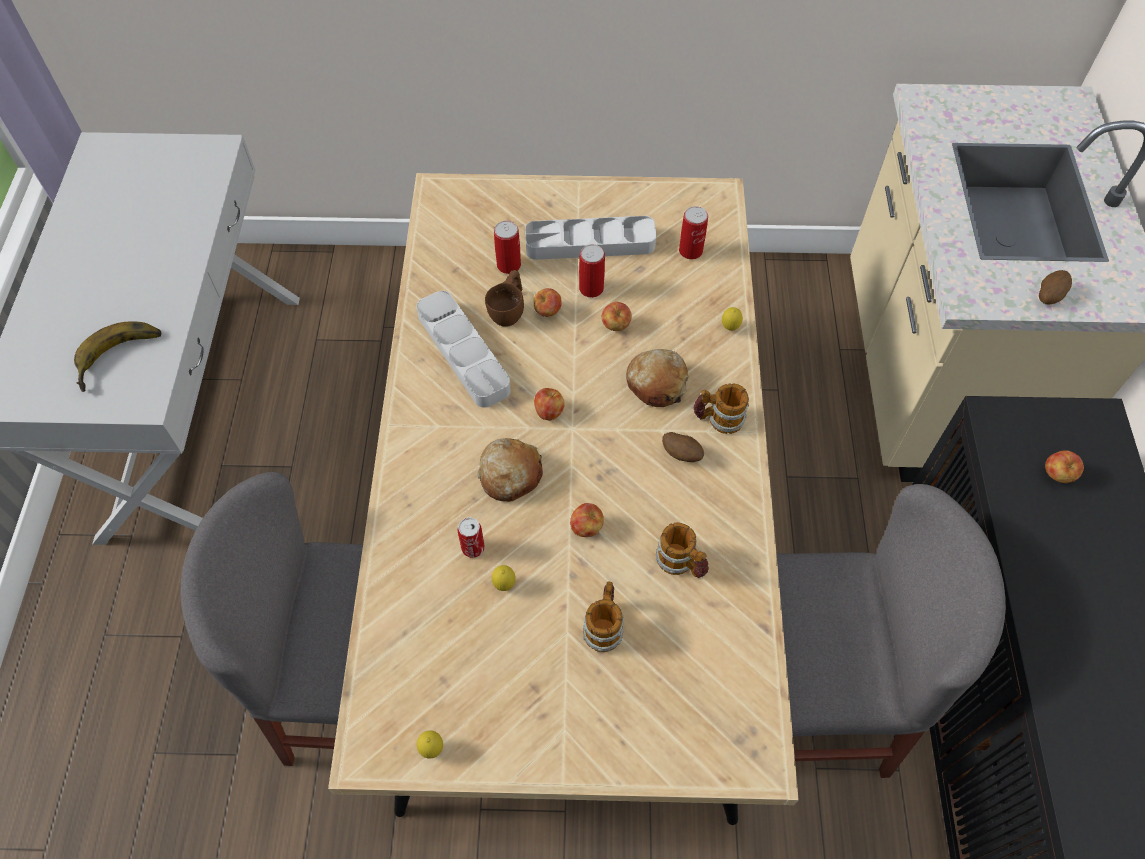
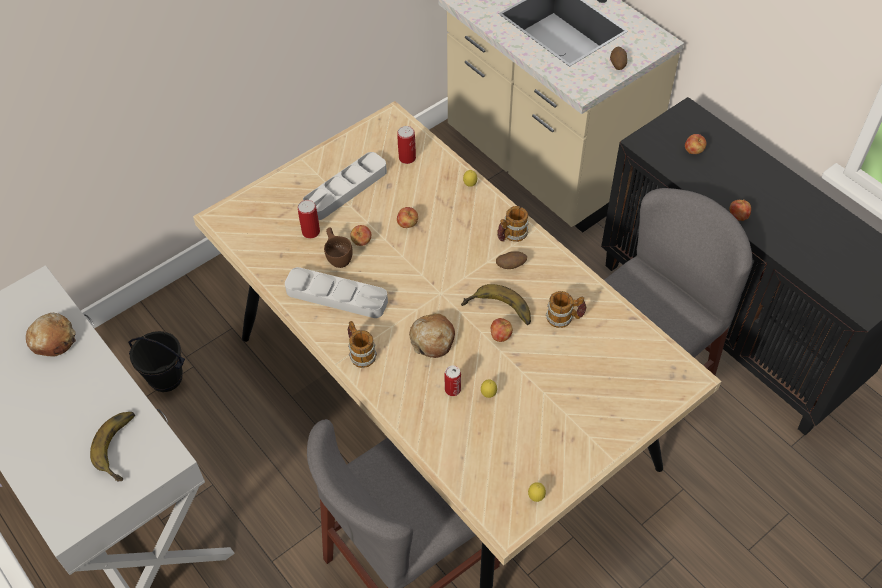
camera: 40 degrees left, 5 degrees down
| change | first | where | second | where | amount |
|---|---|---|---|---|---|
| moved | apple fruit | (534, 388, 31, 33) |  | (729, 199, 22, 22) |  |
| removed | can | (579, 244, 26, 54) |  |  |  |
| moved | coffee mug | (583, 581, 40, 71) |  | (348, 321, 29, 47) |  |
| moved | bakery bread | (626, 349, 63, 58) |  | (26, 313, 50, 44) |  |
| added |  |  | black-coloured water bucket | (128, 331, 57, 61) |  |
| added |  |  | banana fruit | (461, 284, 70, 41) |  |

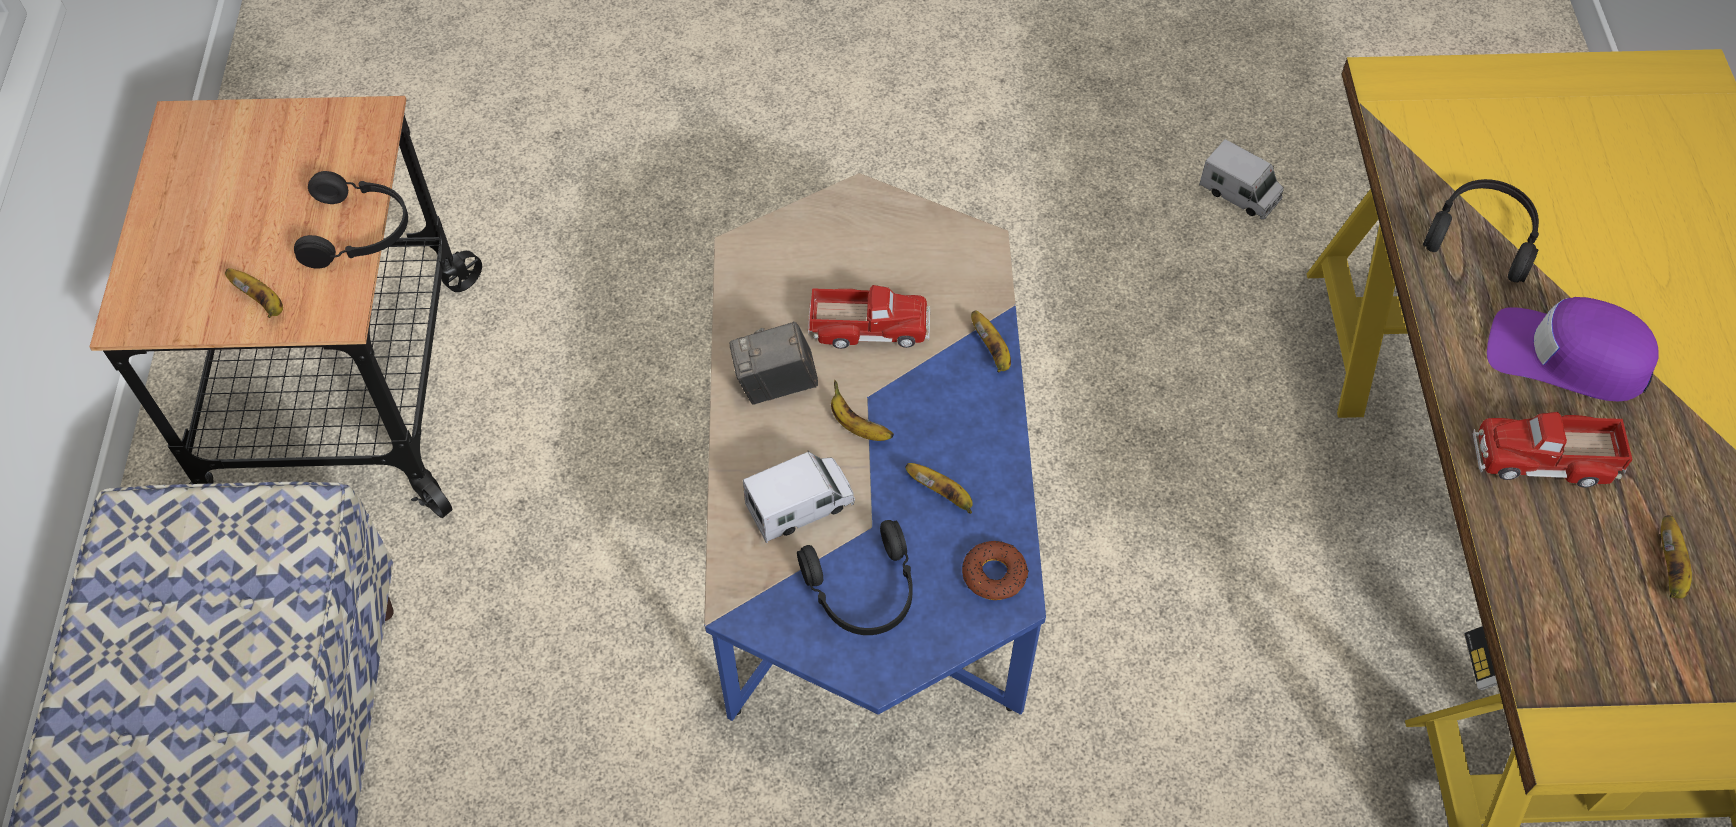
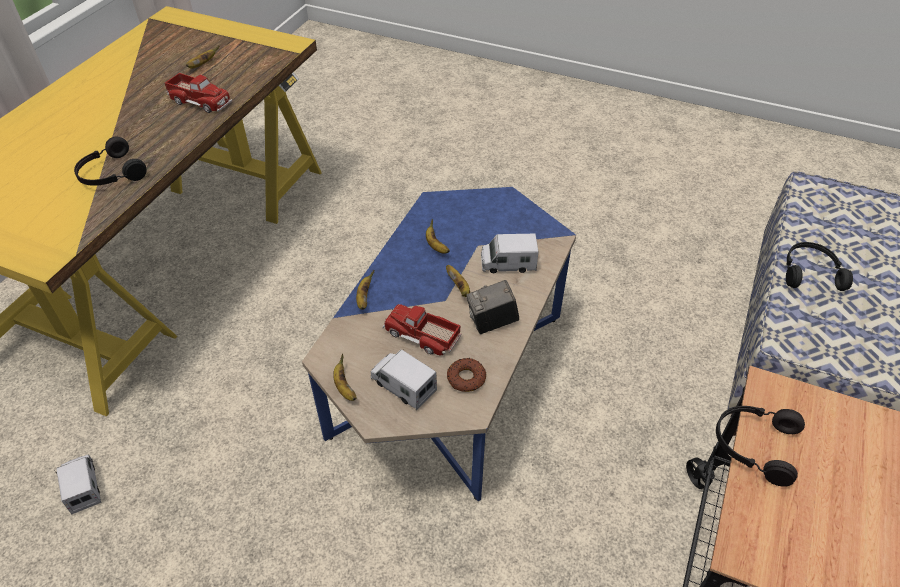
camera: 155 degrees left, 10 degrees down
| change | first | where | second | where | amount |
|---|---|---|---|---|---|
| moved | banana fruit | (225, 268, 58, 50) |  | (333, 354, 24, 47) |  |
| turned | photo camera | (730, 322, 88, 82) |  | (466, 280, 53, 54) | 150 degrees clockwise |
| moved | black-coloured headphones | (797, 520, 116, 115) |  | (786, 242, 67, 49) |  |
| moved | ring doughnut | (962, 541, 67, 59) |  | (447, 358, 39, 34) |  |
| removed | purple-coloured baseball cap | (1487, 297, 172, 105) |  |  |  |
| added |  |  | toy truck | (371, 349, 66, 61) |  |

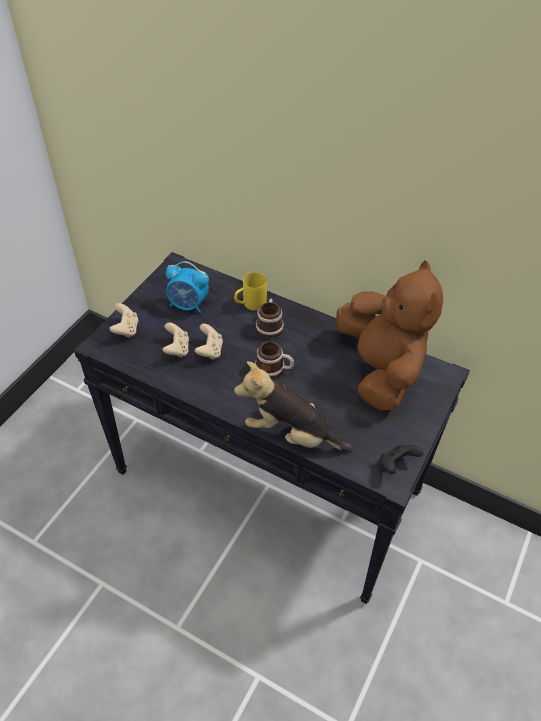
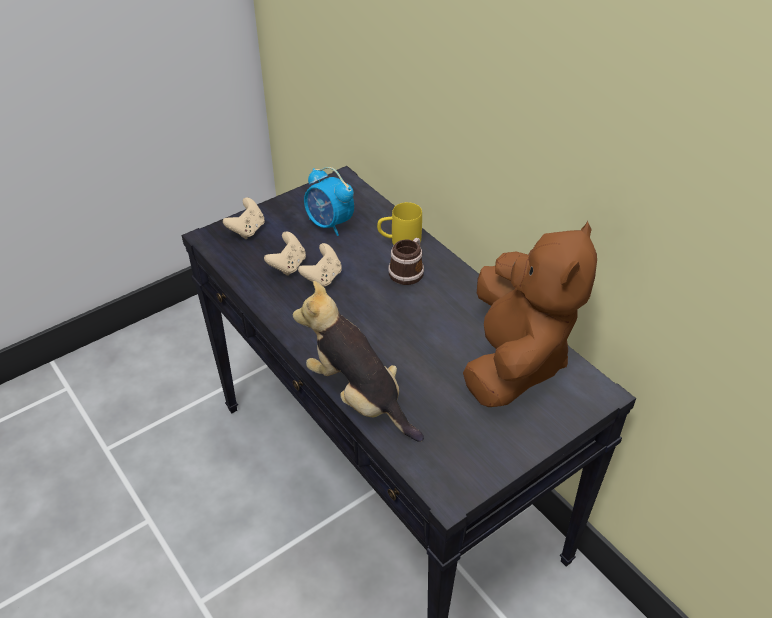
camera: 25 degrees right, 5 degrees down
| change | first | where | second | where | amount |
|---|---|---|---|---|---|
| removed | coffee mug | (255, 342, 39, 37) |  |  |  |
| removed | black-coloured joypad | (379, 445, 44, 29) |  |  |  |

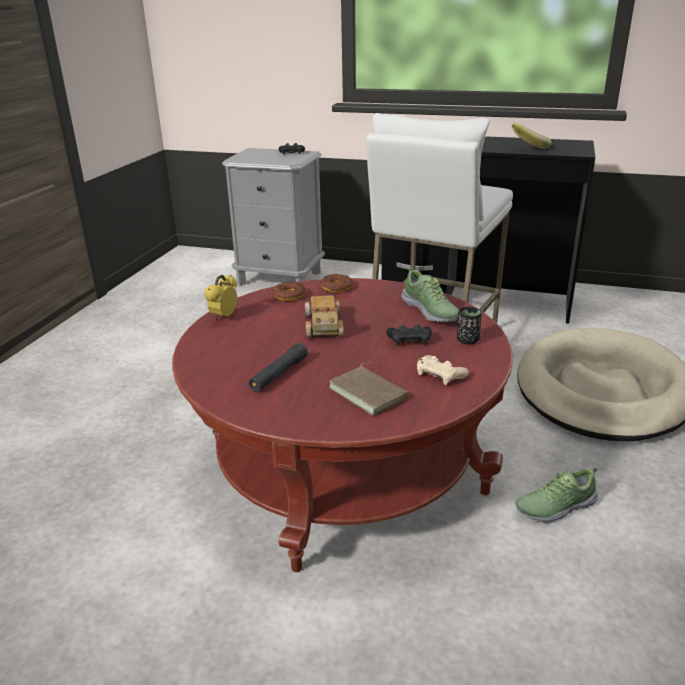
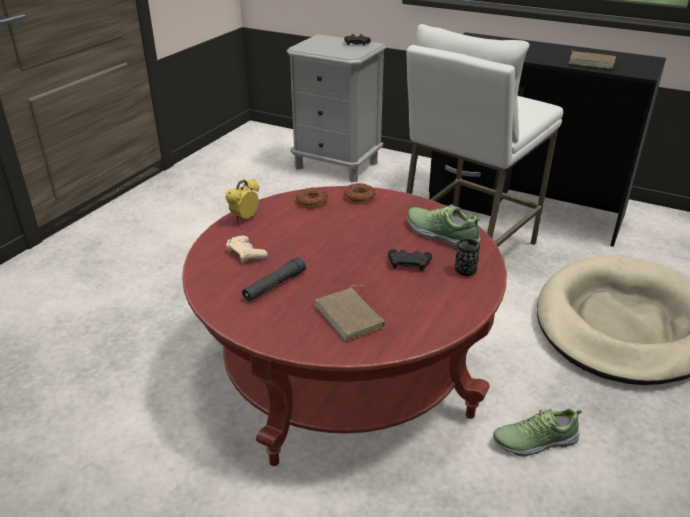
camera: 10 degrees right, 5 degrees up
| change | first | where | second | where | amount |
|---|---|---|---|---|---|
| removed | toy car | (304, 295, 40, 43) |  |  |  |
| turned | low shoe | (401, 267, 58, 55) |  | (408, 204, 73, 44) | 150 degrees clockwise |
| moved | sand-coloured joypad | (417, 355, 52, 30) |  | (226, 236, 42, 27) |  |
| replaced | banana fruit | (512, 123, 40, 26) | brown-coloured bound book | (568, 49, 48, 20) |  |

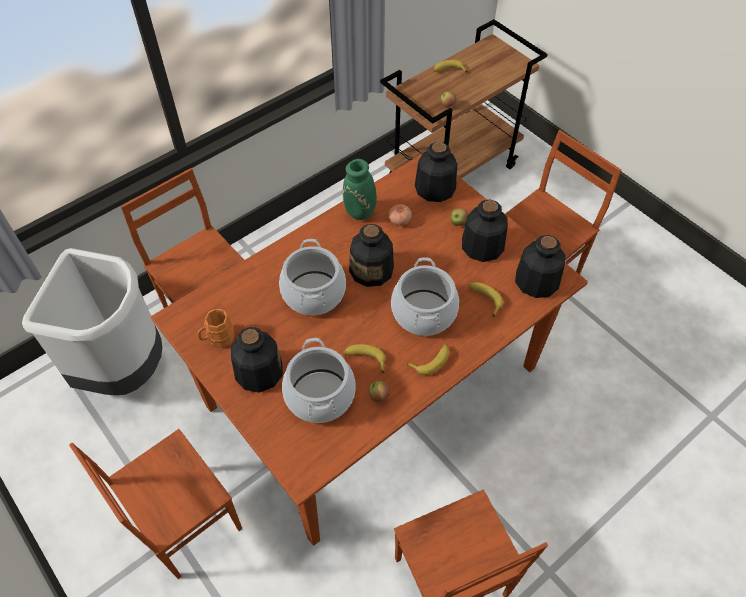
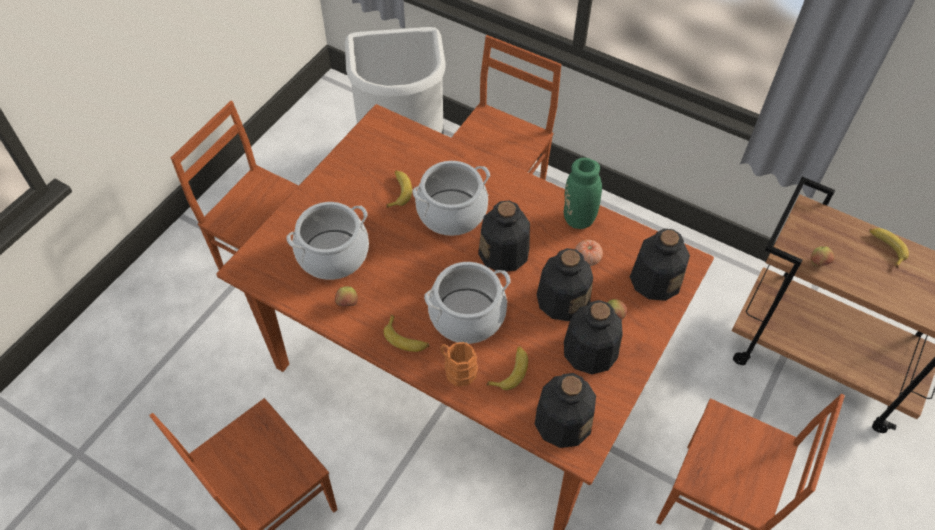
camera: 70 degrees right, 0 degrees up
| change | first | where | second | where | amount |
|---|---|---|---|---|---|
| moved | orange-coloured coffee mug | (198, 309, 37, 39) |  | (440, 342, 38, 44) |  |
| moved | beverage bottle | (231, 327, 52, 66) |  | (537, 248, 56, 73) |  |
| moved | banana fruit | (343, 344, 43, 29) |  | (386, 170, 26, 38) |  |

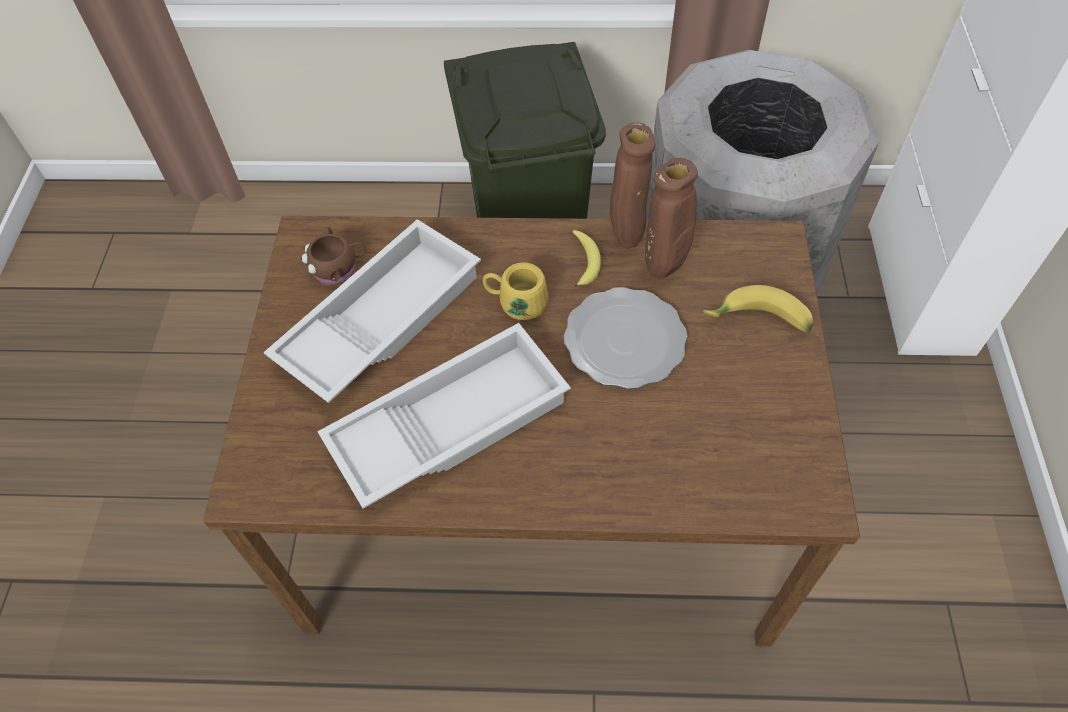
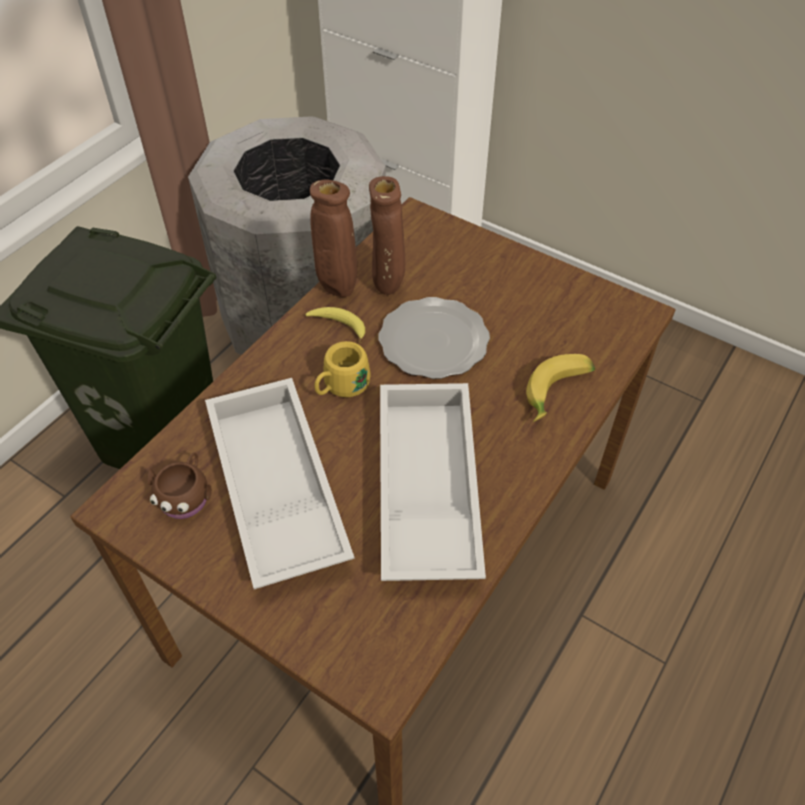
camera: 60 degrees left, 5 degrees down
| change | first | where | second | where | amount |
|---|---|---|---|---|---|
| moved | banana fruit | (703, 285, 110, 48) |  | (526, 354, 69, 68) |  |

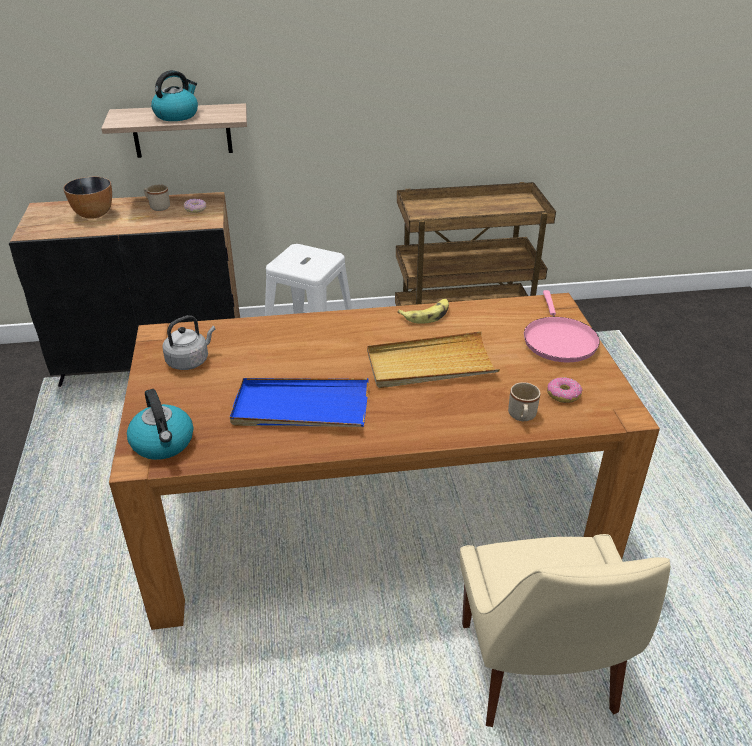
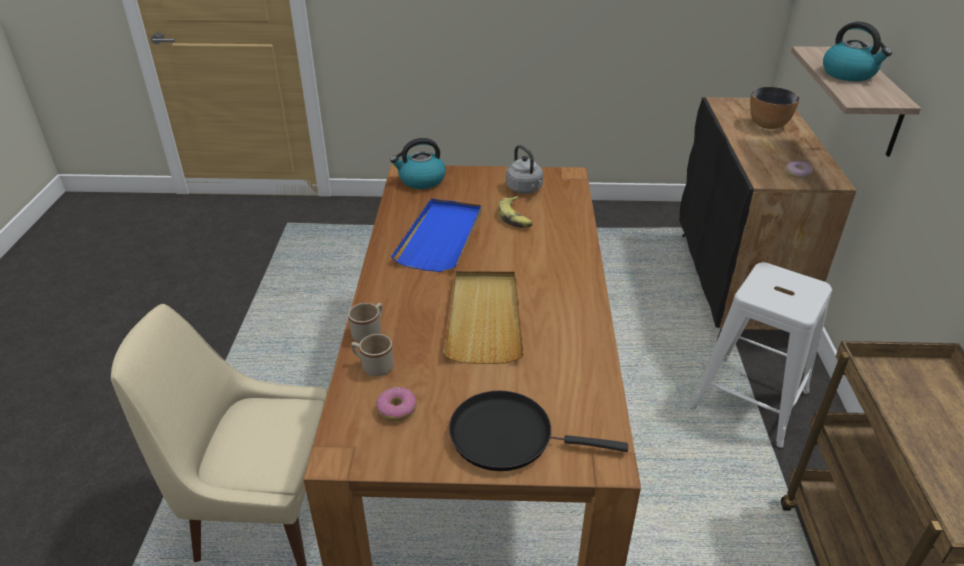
camera: 100 degrees right, 0 degrees up
| change | first | where | second | where | amount |
|---|---|---|---|---|---|
| moved | sand-coloured coffee mug | (144, 185, 26, 26) |  | (348, 303, 35, 40) |  |
| moved | banana fruit | (397, 299, 52, 25) |  | (498, 196, 35, 32) |  |
| recoloured | pink-coloured pan | (524, 290, 76, 73) | black-coloured pan | (449, 391, 179, 80) |  |

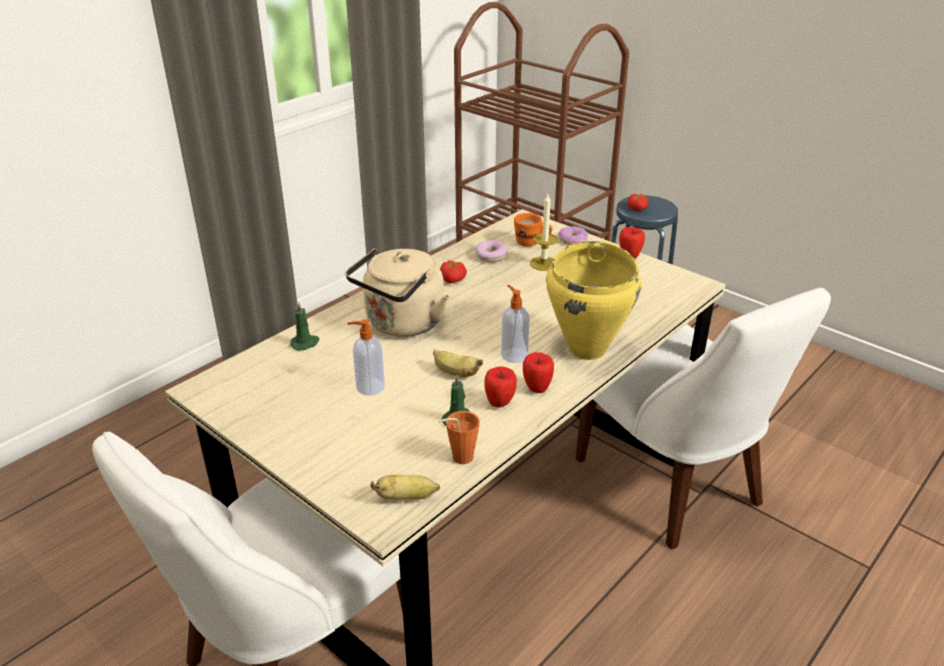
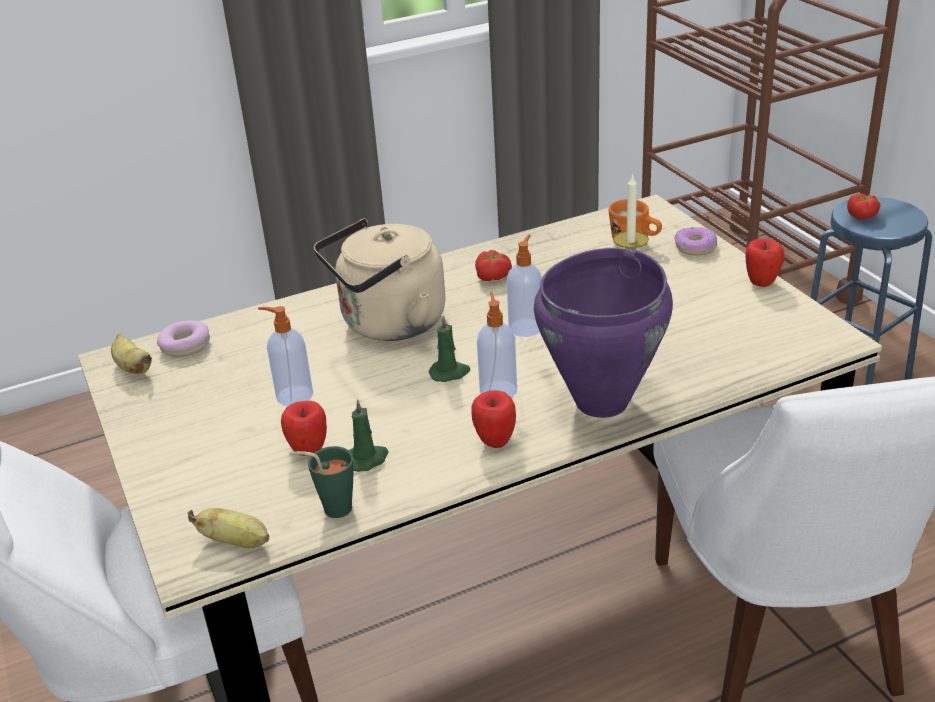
camera: 25 degrees right, 0 degrees up
| change | first | where | second | where | amount |
|---|---|---|---|---|---|
| moved | green wax candle | (290, 303, 30, 48) |  | (429, 315, 41, 67) |  |
| moved | banana fruit | (433, 349, 50, 28) |  | (111, 334, 41, 40) |  |
| recoloured | orange-coloured drinking cup | (438, 411, 42, 53) | green drinking cup | (290, 446, 64, 72) |  |
| moved | ring doughnut | (475, 240, 33, 22) |  | (157, 320, 53, 37) |  |
| moved | apple fruit | (484, 366, 33, 41) |  | (281, 401, 46, 55) |  |
| recoloured | yellowish stockpot | (546, 241, 96, 119) | purple-coloured stockpot | (534, 248, 139, 170) |  |
| added |  |  | liquid soap bottle | (507, 234, 35, 103) |  |

